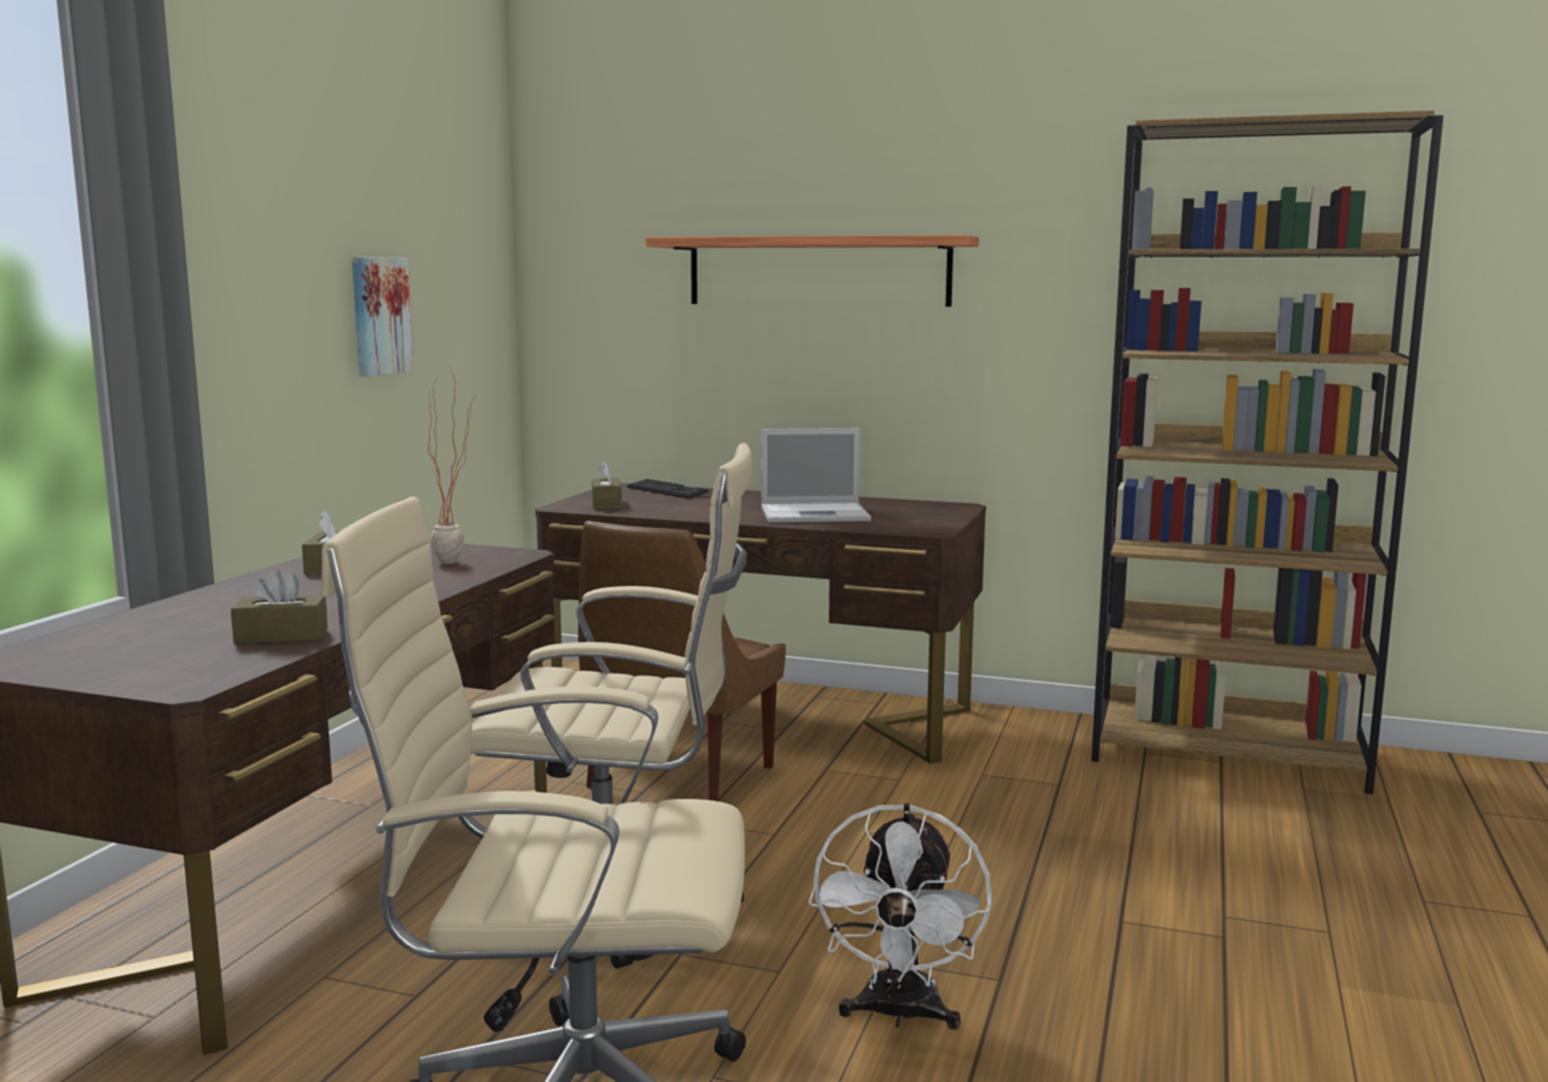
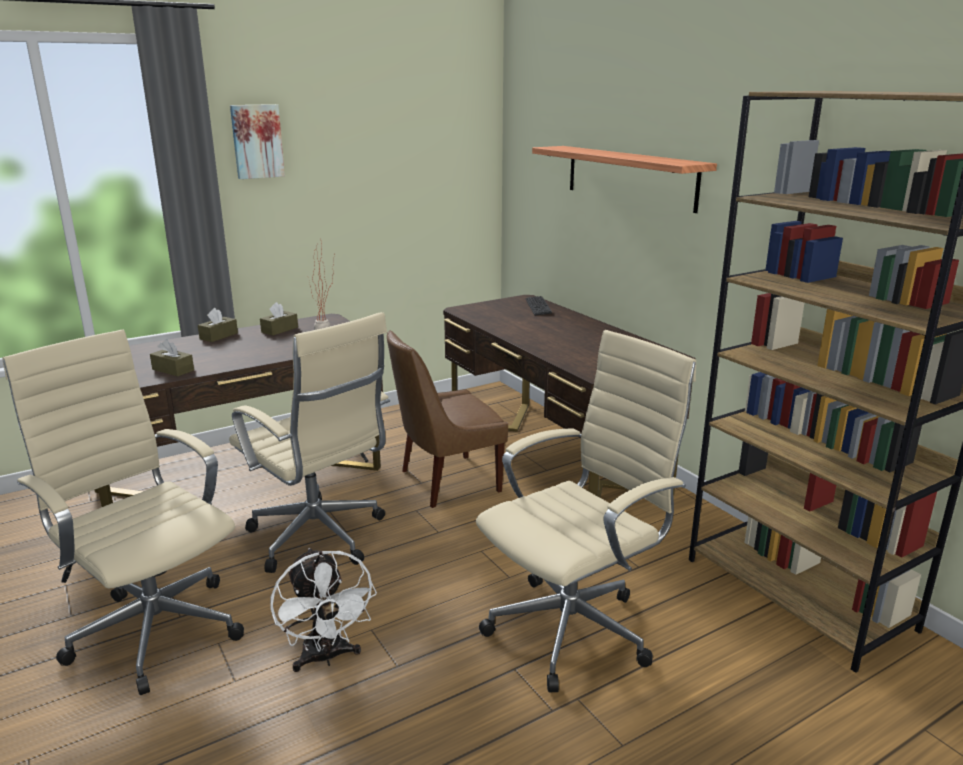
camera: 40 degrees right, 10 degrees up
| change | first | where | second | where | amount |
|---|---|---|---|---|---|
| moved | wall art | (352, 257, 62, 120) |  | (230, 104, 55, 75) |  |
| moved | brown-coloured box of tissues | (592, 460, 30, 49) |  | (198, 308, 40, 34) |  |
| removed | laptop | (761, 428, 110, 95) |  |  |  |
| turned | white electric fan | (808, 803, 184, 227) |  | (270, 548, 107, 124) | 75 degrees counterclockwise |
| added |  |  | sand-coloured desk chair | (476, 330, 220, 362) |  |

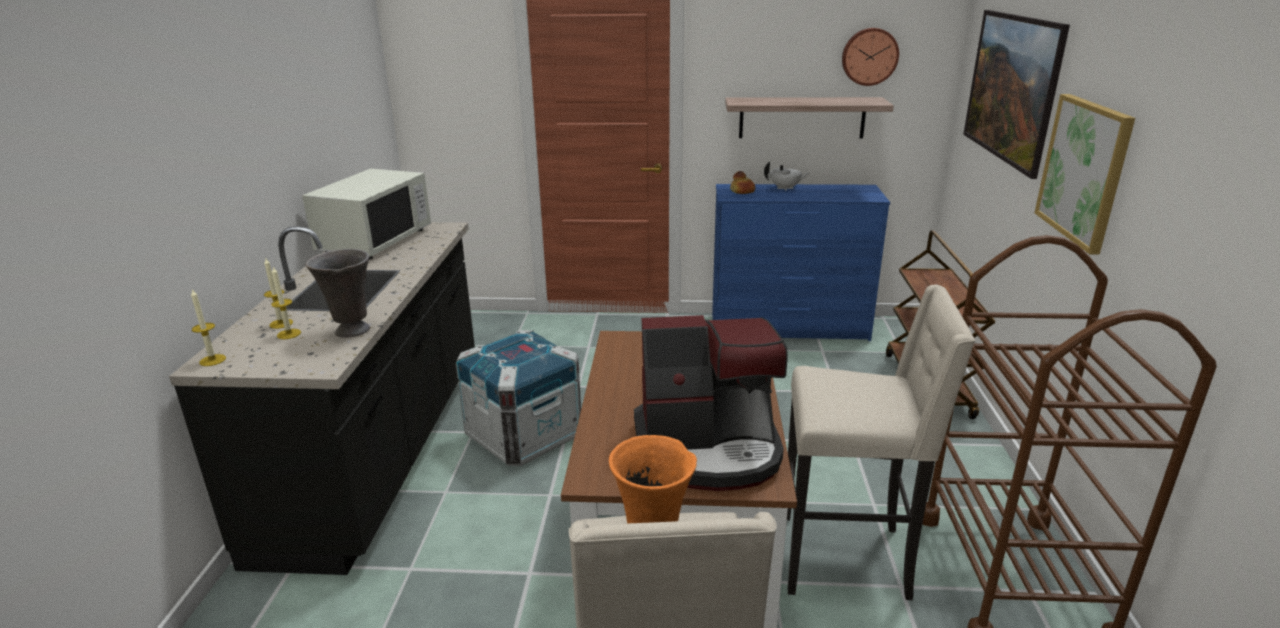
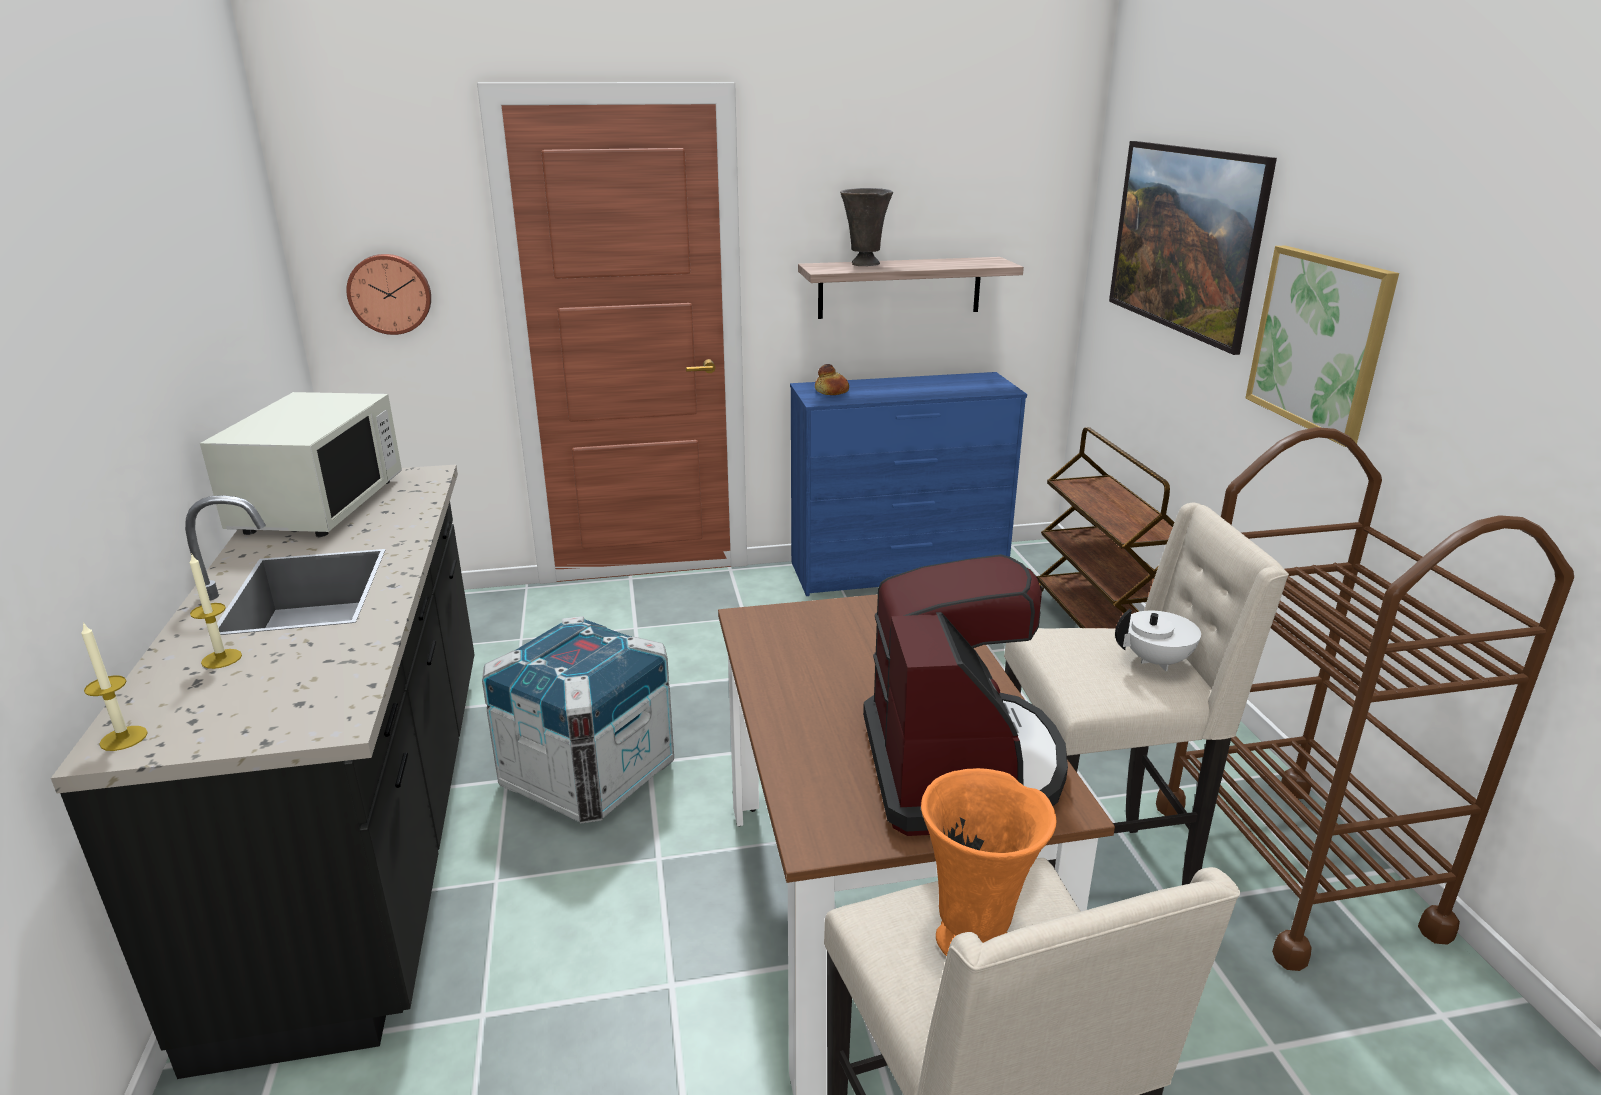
camera: 15 degrees left, 0 degrees up
| change | first | where | second | where | amount |
|---|---|---|---|---|---|
| removed | wax candle | (271, 267, 30, 72) |  |  |  |
| moved | gray flower vase | (306, 249, 64, 88) |  | (840, 188, 53, 78) |  |
| turned | coffee maker | (634, 315, 154, 176) |  | (863, 554, 205, 282) | 75 degrees counterclockwise |
| moved | white teapot | (764, 162, 47, 29) |  | (1115, 609, 86, 62) |  |
| moved | hanging clock | (842, 28, 57, 58) |  | (346, 254, 85, 81) |  |

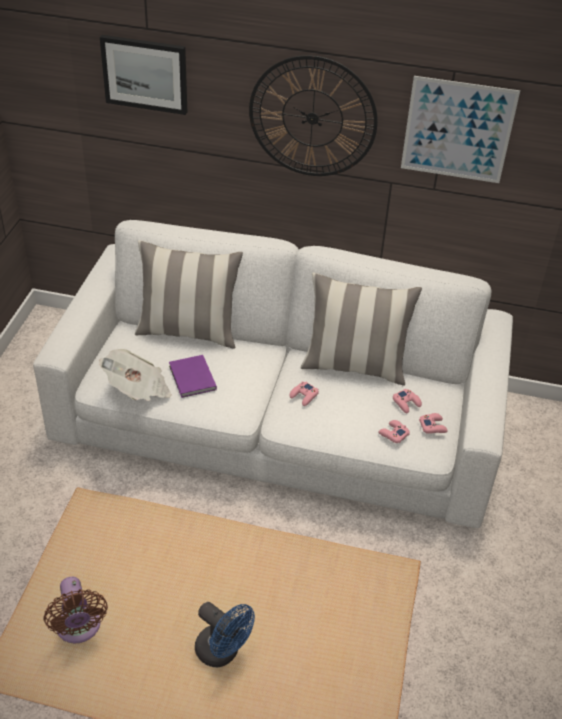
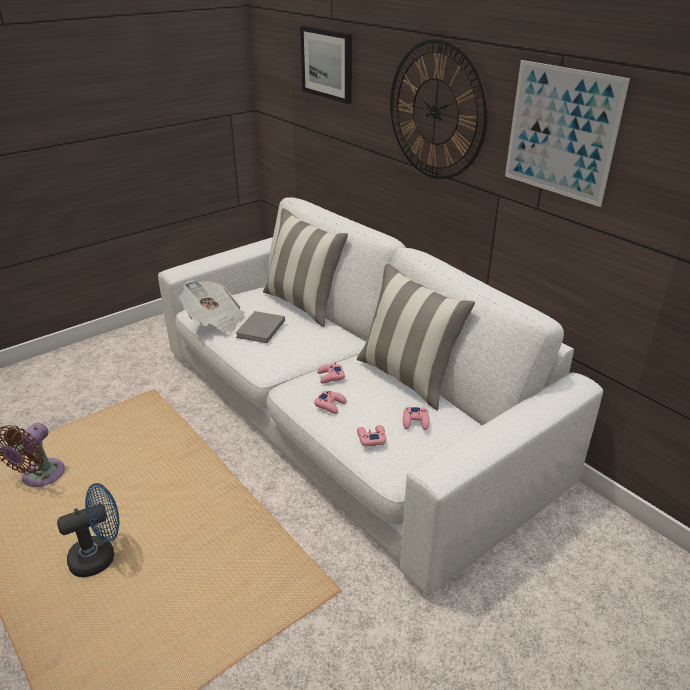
camera: 40 degrees right, 10 degrees down
| change | first | where | second | where | amount |
|---|---|---|---|---|---|
| recoloured | purple-coloured bound book | (169, 355, 48, 43) | gray bound book | (235, 311, 50, 32) |  |
| turned | blue electric fan | (195, 602, 60, 65) |  | (57, 483, 62, 94) | 105 degrees counterclockwise |
| moved | pink-coloured joypad | (419, 413, 29, 21) |  | (314, 391, 33, 23) |  |

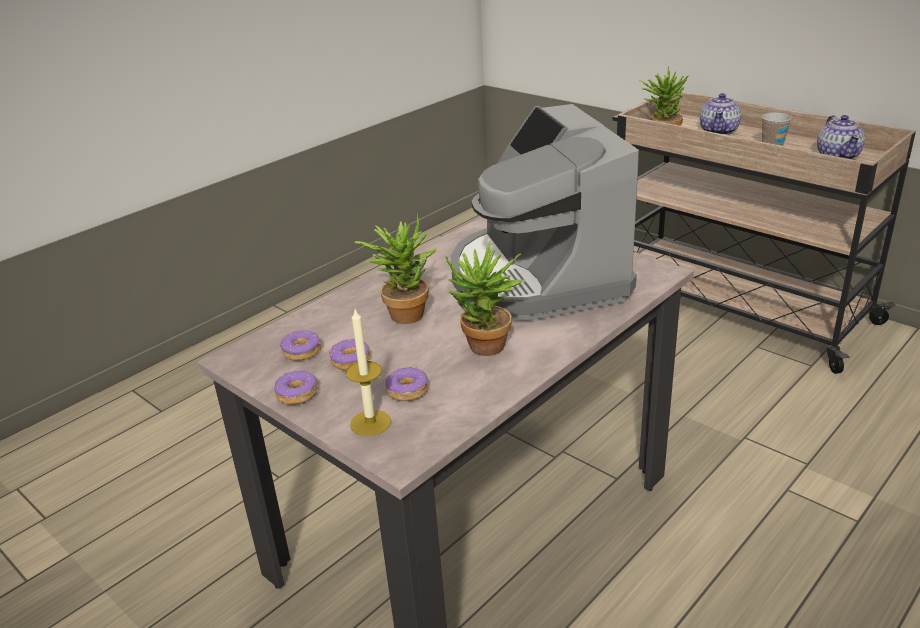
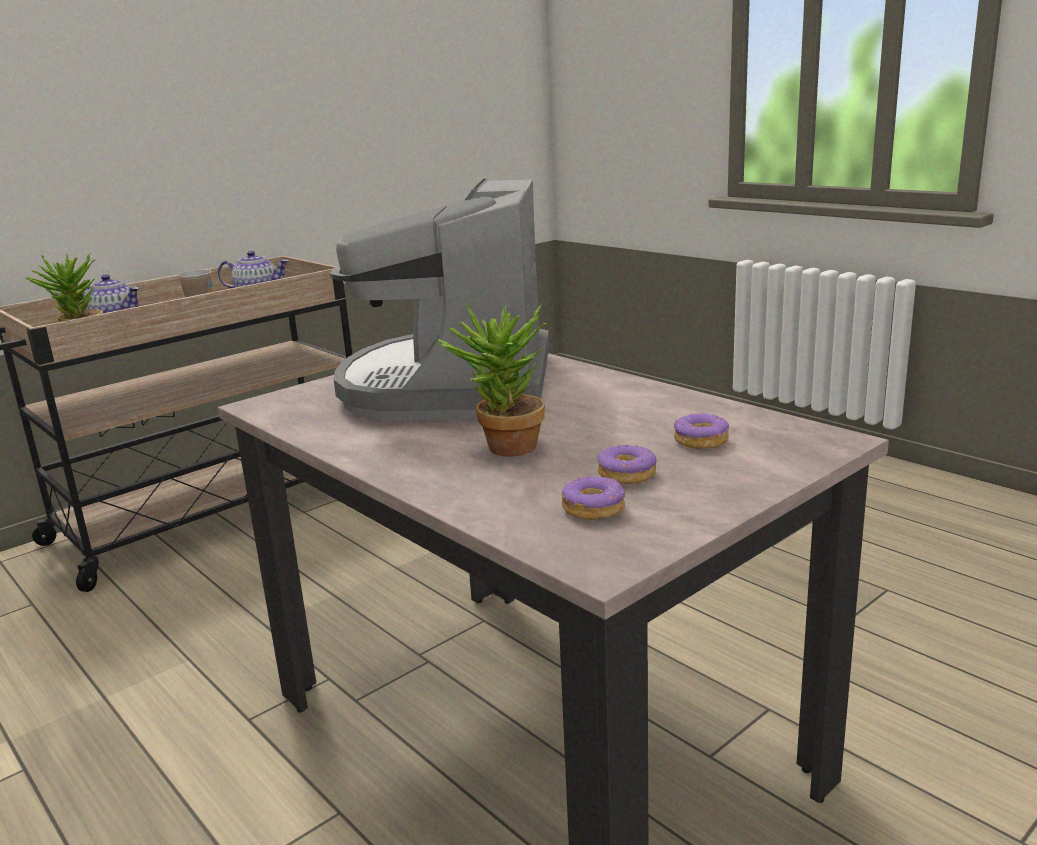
camera: 85 degrees left, 10 degrees down
| change | first | where | second | where | amount |
|---|---|---|---|---|---|
| removed | ring doughnut | (274, 371, 44, 34) |  |  |  |
| removed | wax candle | (345, 309, 46, 127) |  |  |  |
| removed | houseplant | (445, 241, 80, 115) |  |  |  |
| turned | coffee maker | (451, 104, 188, 217) |  | (330, 178, 219, 242) | 105 degrees clockwise |

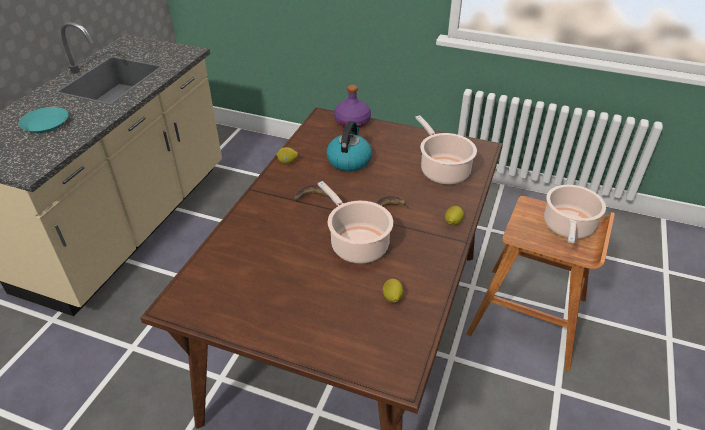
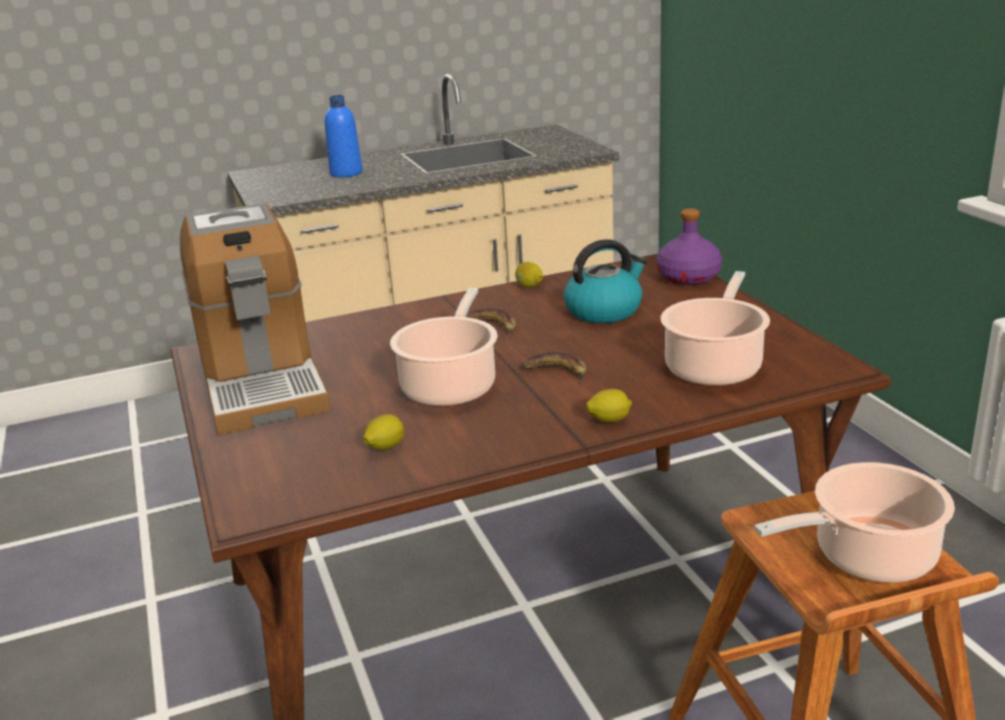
camera: 50 degrees right, 15 degrees down
| change | first | where | second | where | amount |
|---|---|---|---|---|---|
| replaced | blue-green flat dish | (19, 107, 50, 26) | blue beverage bottle | (325, 95, 38, 82) |  |
| added |  |  | coffee maker | (180, 203, 151, 232) |  |

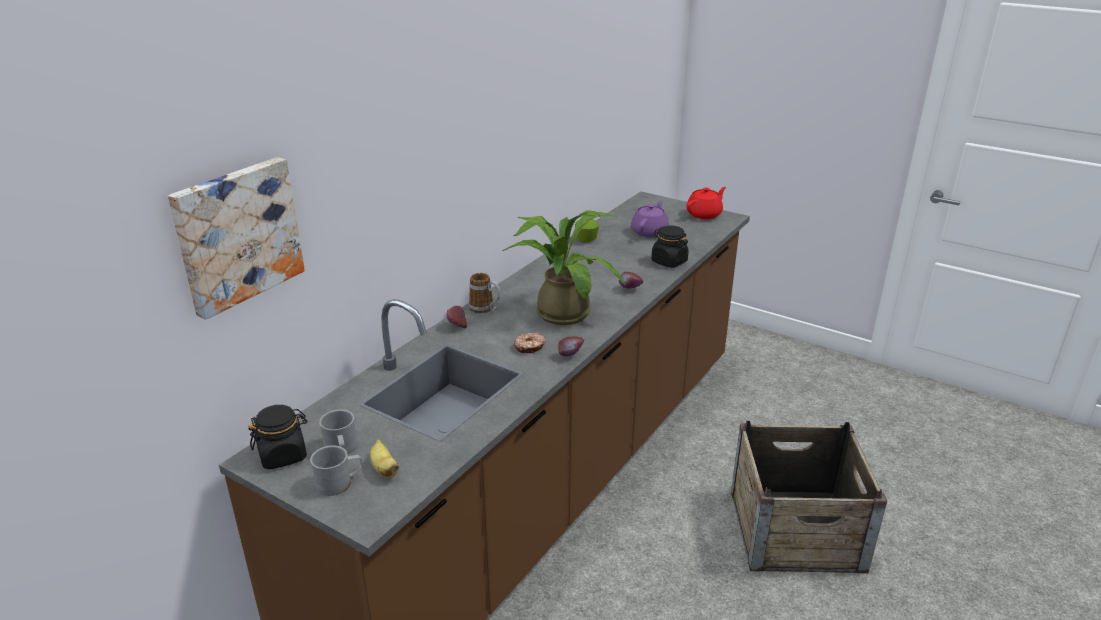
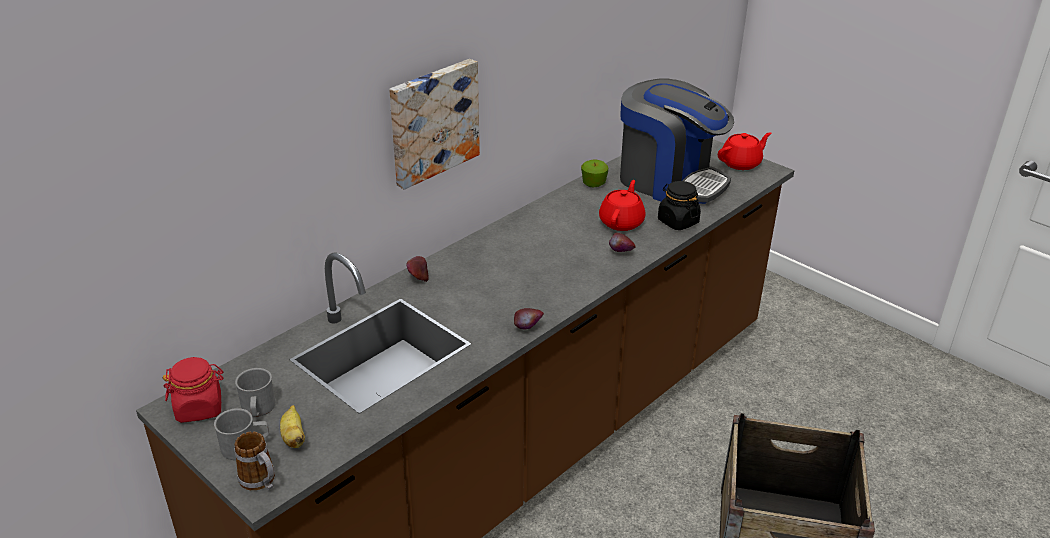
camera: 10 degrees right, 5 degrees up
| change | first | where | second | where | amount |
|---|---|---|---|---|---|
| moved | wall art | (168, 157, 137, 163) |  | (389, 59, 91, 131) |  |
| recoloured | black-coloured preserve jar | (248, 405, 59, 65) | reddish preserve jar | (163, 357, 61, 66) |  |
| moved | coffee mug | (469, 273, 31, 40) |  | (234, 431, 41, 59) |  |
| removed | houseplant | (502, 210, 124, 115) |  |  |  |
| removed | ring doughnut | (514, 333, 32, 20) |  |  |  |
| replaced | purple-coloured teapot | (631, 200, 38, 37) | coffee maker | (620, 79, 114, 125) |  |
| added |  |  | reddish teapot | (599, 180, 47, 51) |  |

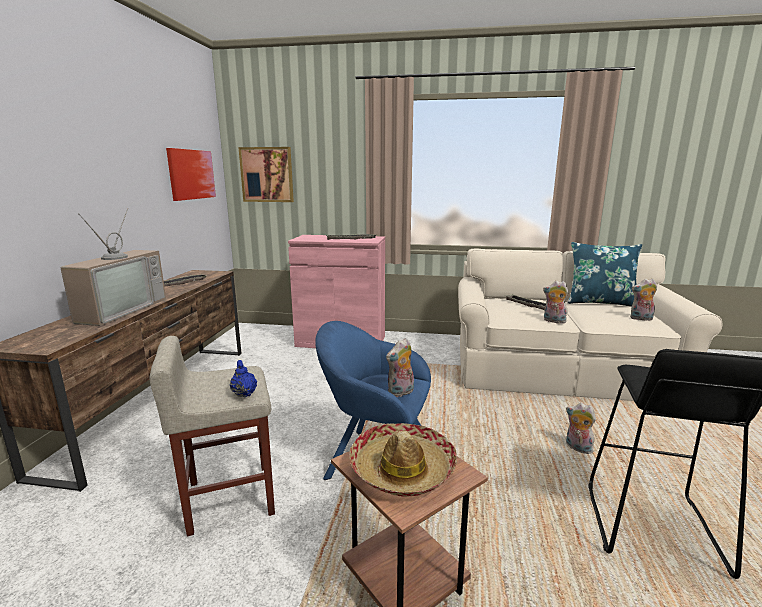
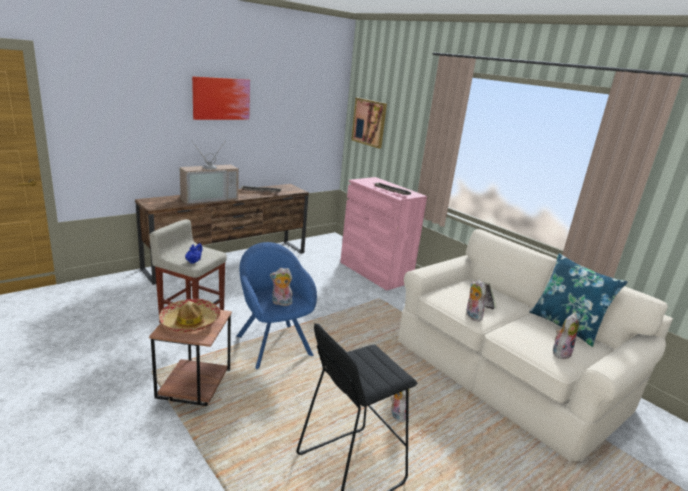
camera: 40 degrees right, 5 degrees up
| change | first | where | second | where | amount |
|---|---|---|---|---|---|
| moved | wall art | (166, 148, 50, 53) |  | (192, 76, 58, 44) |  |
| turned | cuddly toy | (630, 279, 27, 42) |  | (553, 314, 26, 45) | 90 degrees clockwise |

